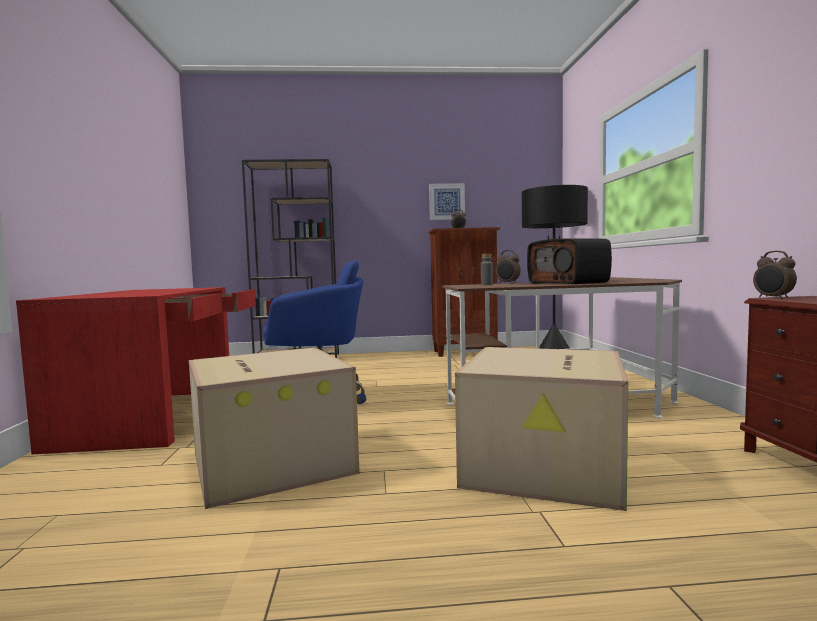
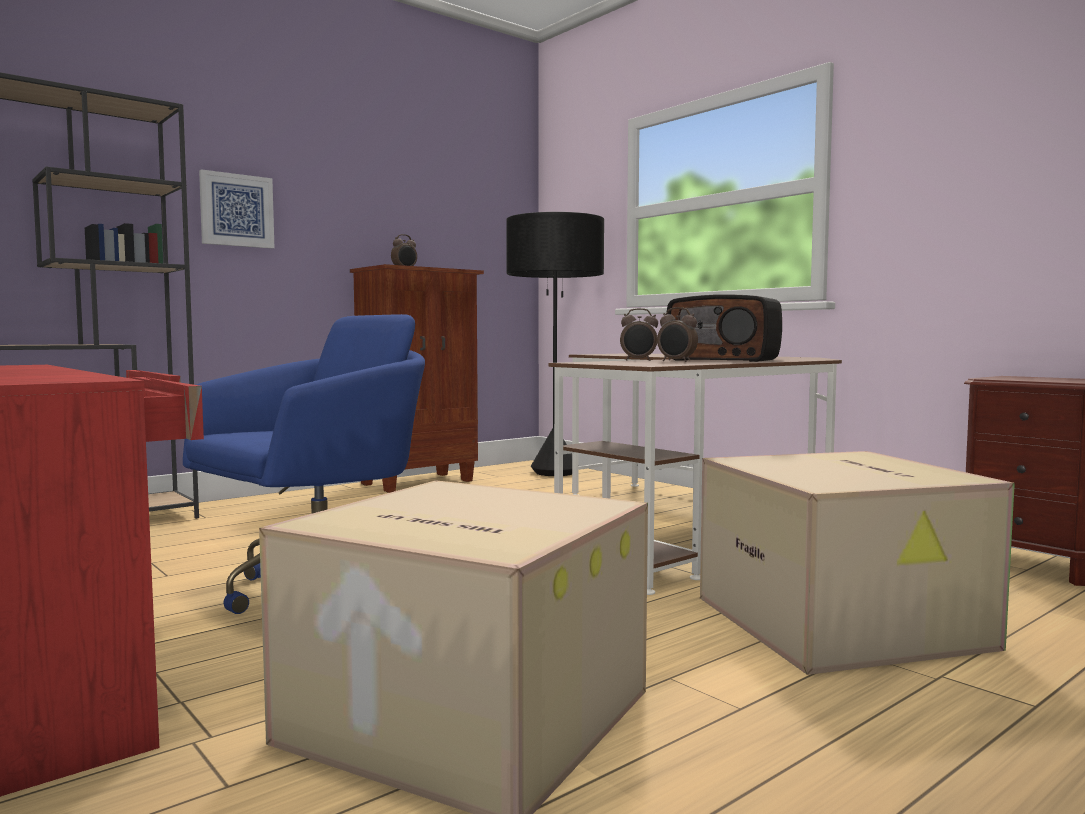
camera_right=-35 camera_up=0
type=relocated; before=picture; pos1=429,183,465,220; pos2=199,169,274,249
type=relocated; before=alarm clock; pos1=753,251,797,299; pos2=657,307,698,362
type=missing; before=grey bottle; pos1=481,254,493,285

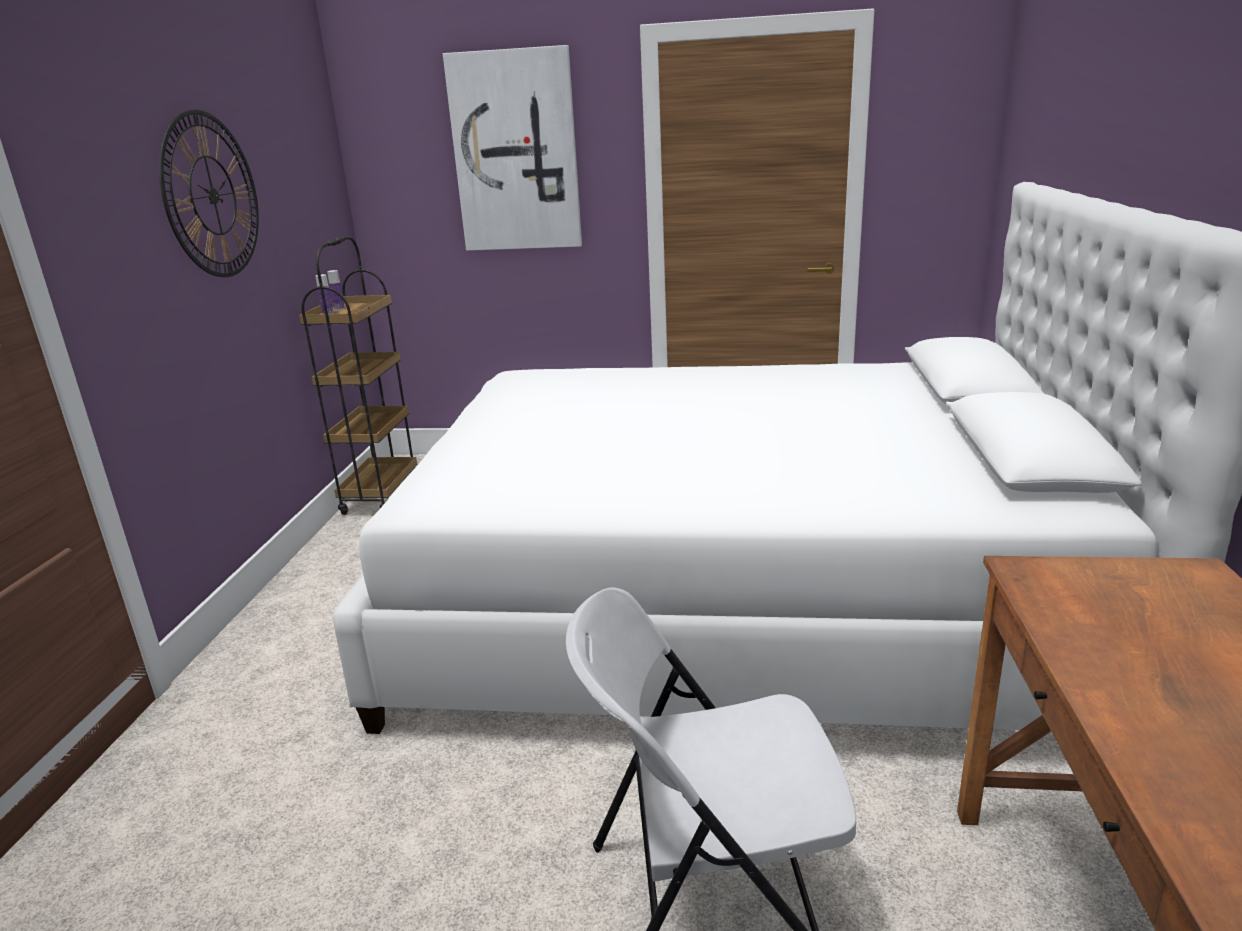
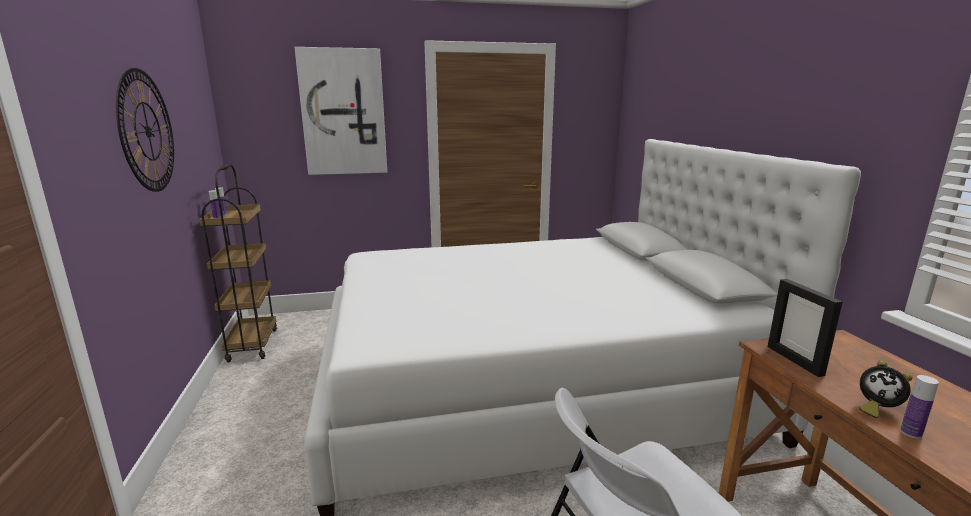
camera_right=-20 camera_up=-5
type=appeared; after=picture frame; pos2=768,279,843,377
type=appeared; after=alarm clock; pos2=859,361,912,418
type=appeared; after=bottle; pos2=900,375,939,439

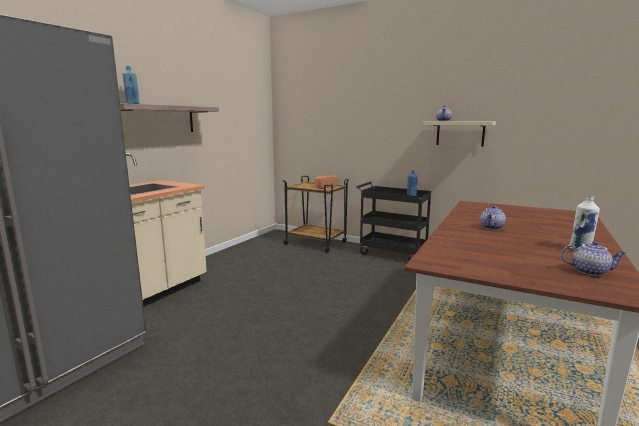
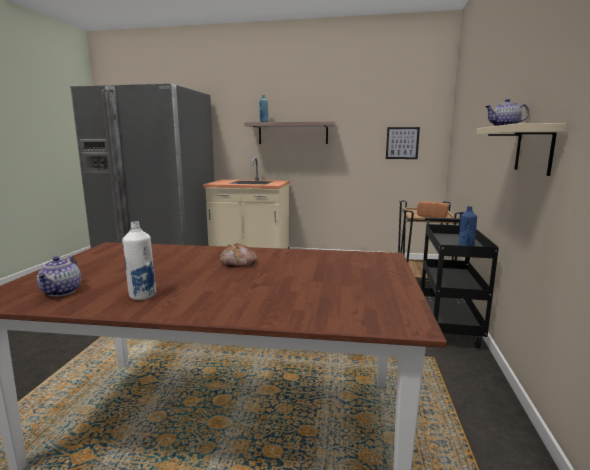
camera_right=70 camera_up=0
type=exchanged; before=teapot; after=bread; pos1=480,205,506,230; pos2=220,243,257,268
type=appeared; after=picture; pos2=386,127,420,159

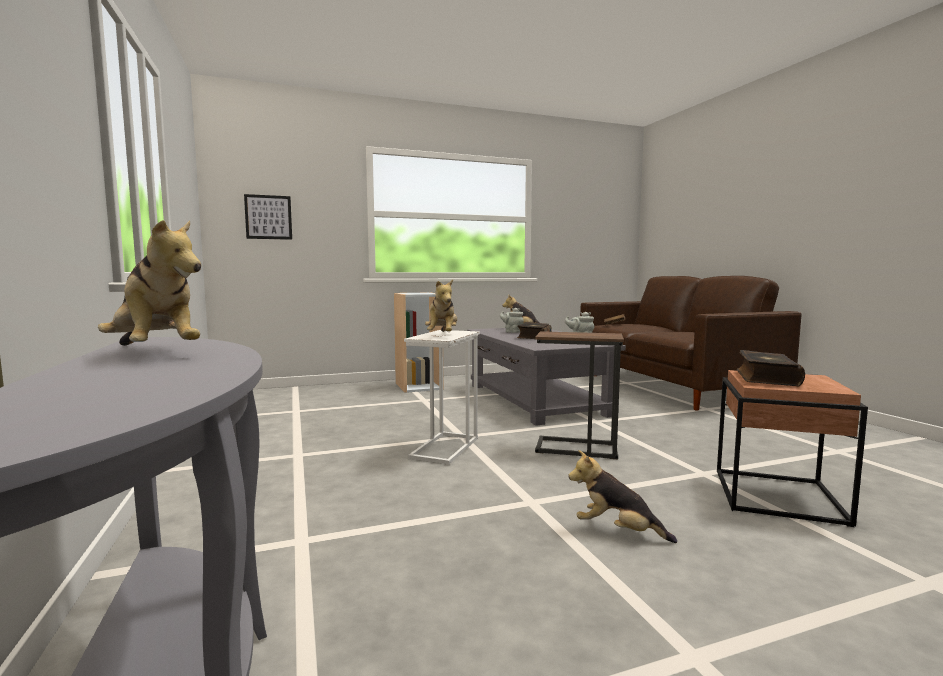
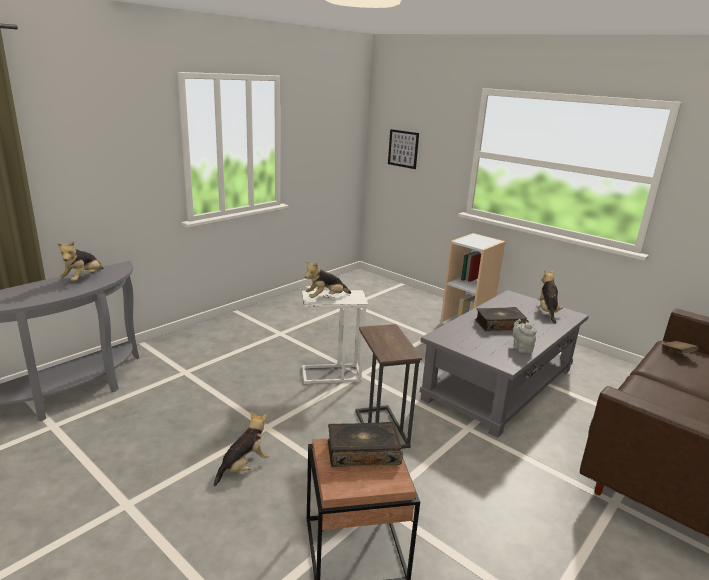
camera_right=60 camera_up=15
type=missing; before=grey teapot; pos1=500,308,524,333
type=spun; before=plush toy; pos1=568,450,677,543; pos2=214,412,269,486; turn=45

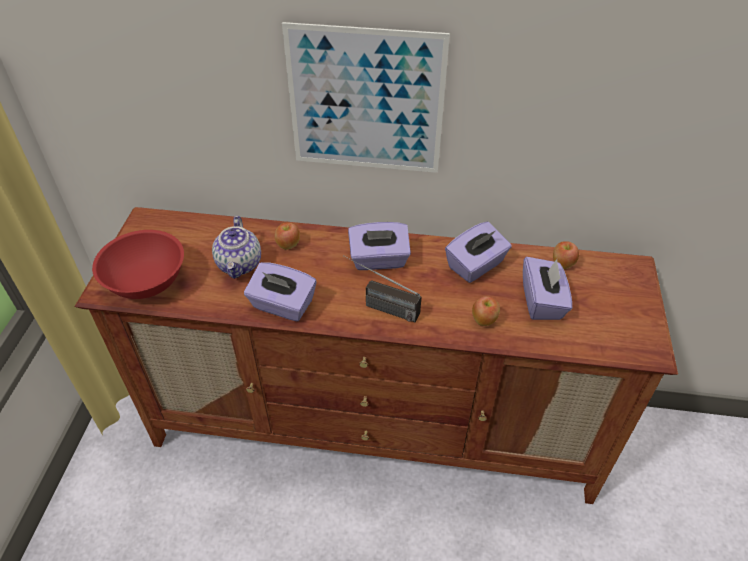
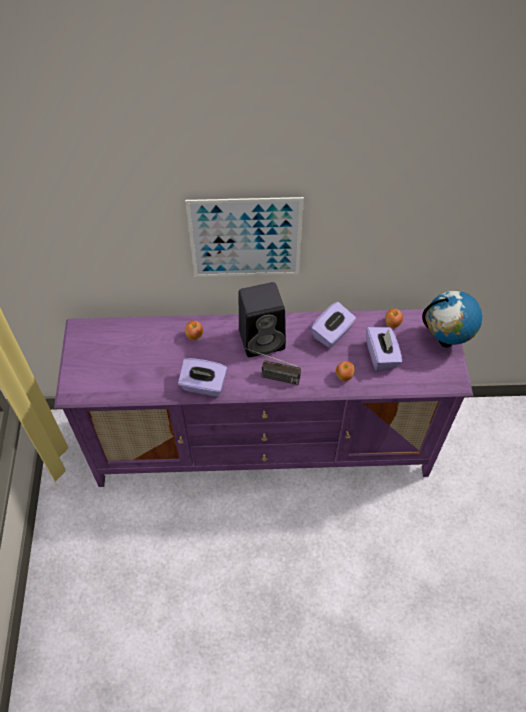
camera_right=-10 camera_up=10
type=colour; before=brown dresser; after=purple dresser; pos1=74,207,678,504; pos2=54,309,473,487
type=missing; before=teapot; pos1=212,216,261,279
type=exchanged; before=purple tissue box; after=black speaker; pos1=348,222,411,270; pos2=238,282,286,357
type=missing; before=red bowl; pos1=92,230,184,299
type=appeared; after=globe; pos2=422,291,482,347

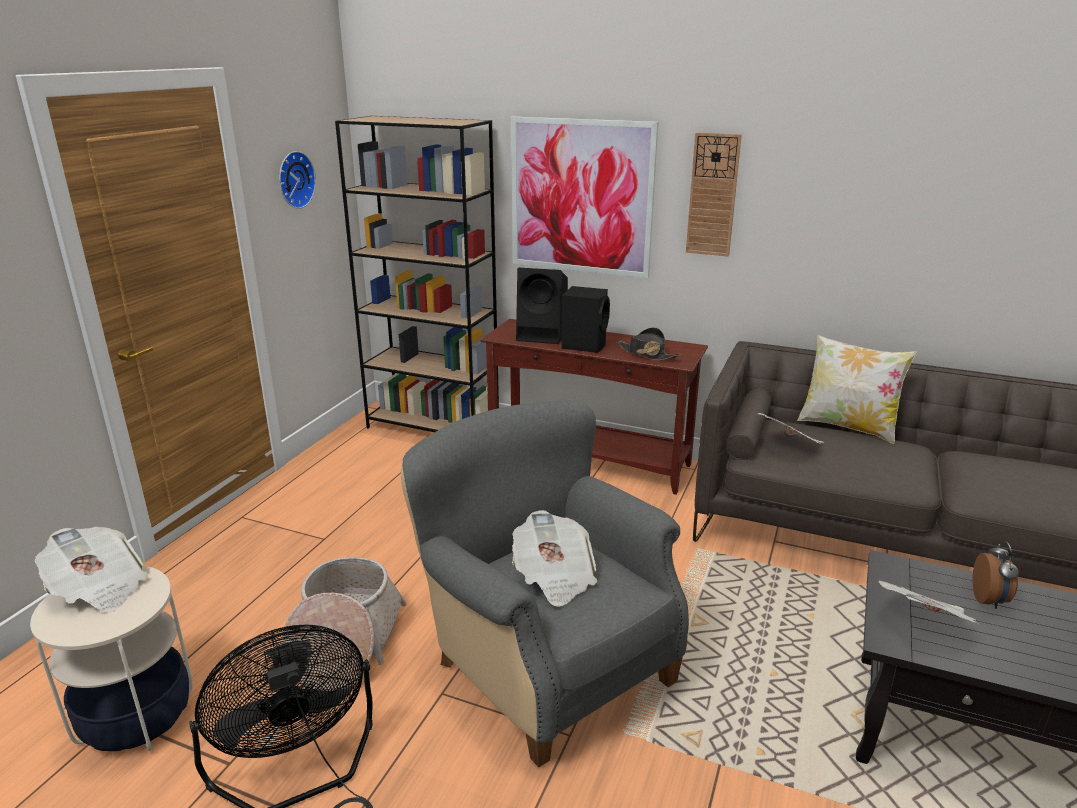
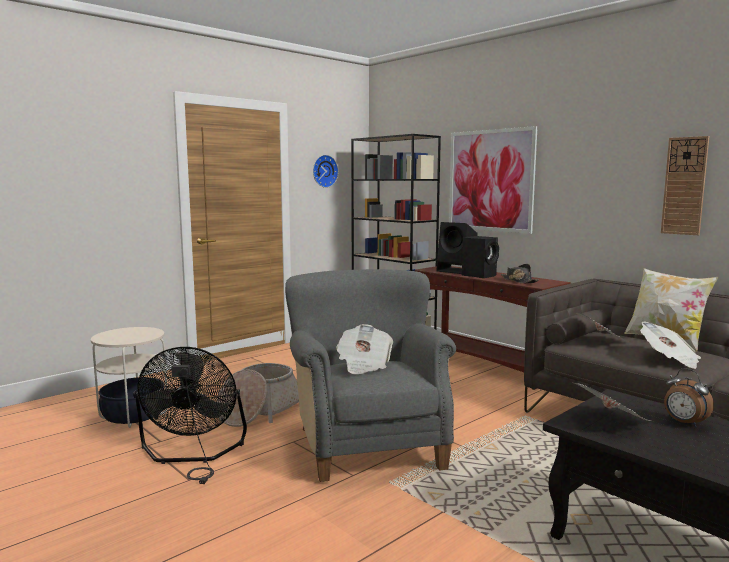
camera_right=25 camera_up=-15
type=relocated; before=wall clock; pos1=686,132,742,256; pos2=661,136,709,235
type=relocated; before=newspaper; pos1=35,527,148,613; pos2=640,322,701,369
type=spun; before=alarm clock; pos1=972,541,1019,609; pos2=664,368,714,427; turn=105

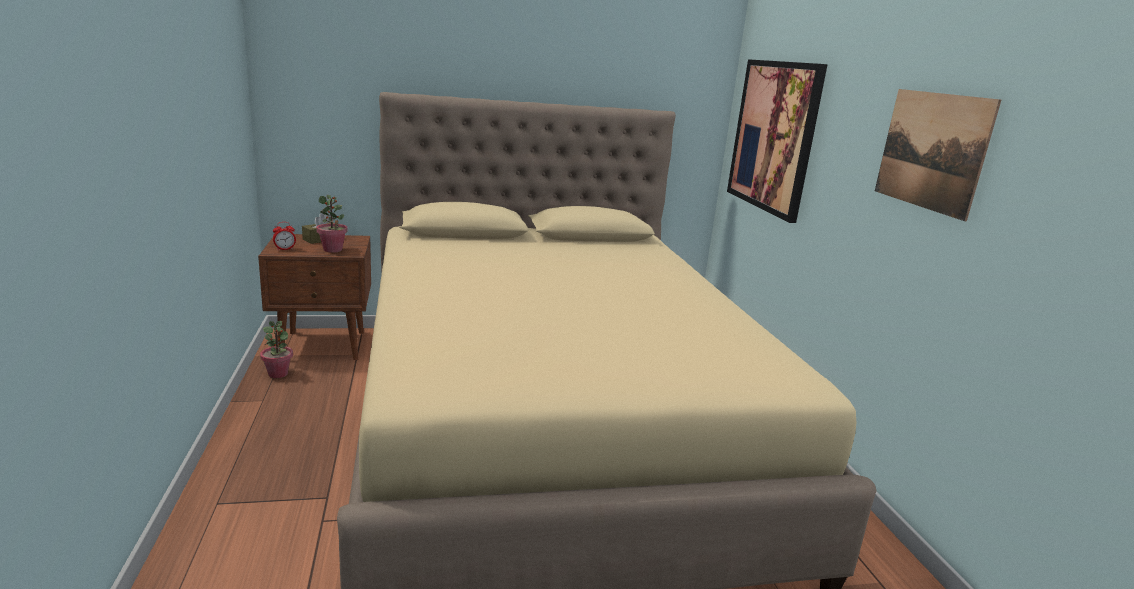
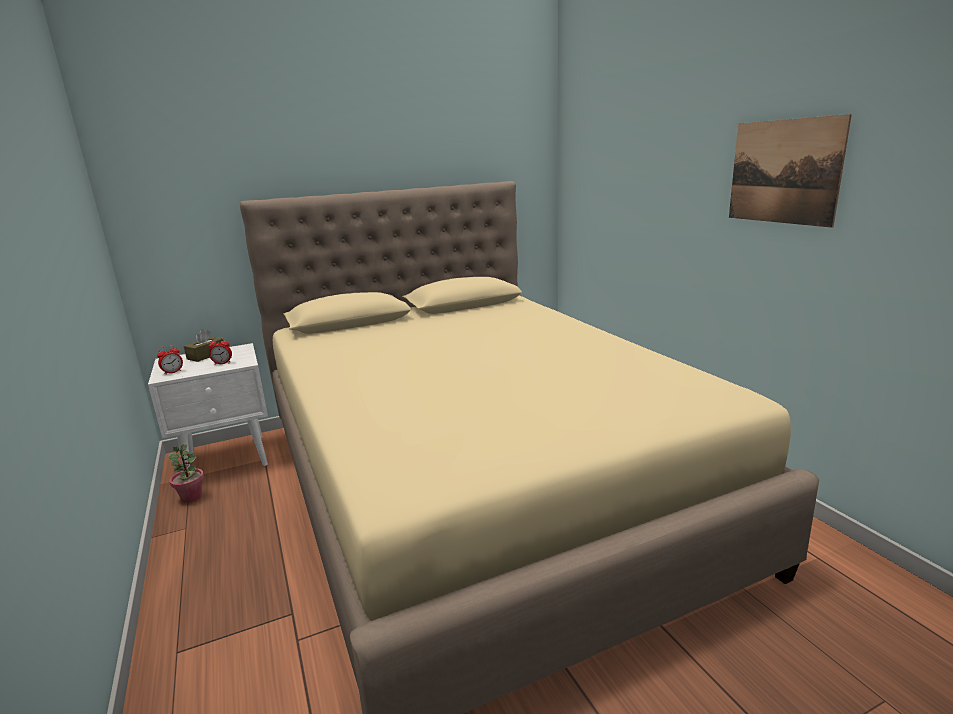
camera_right=-10 camera_up=0
type=missing; before=picture; pos1=727,59,828,223
type=exchanged; before=potted plant; after=alarm clock; pos1=316,195,348,253; pos2=208,337,232,365
type=colour; before=brown nightstand; after=white nightstand; pos1=258,234,371,360; pos2=148,343,268,469

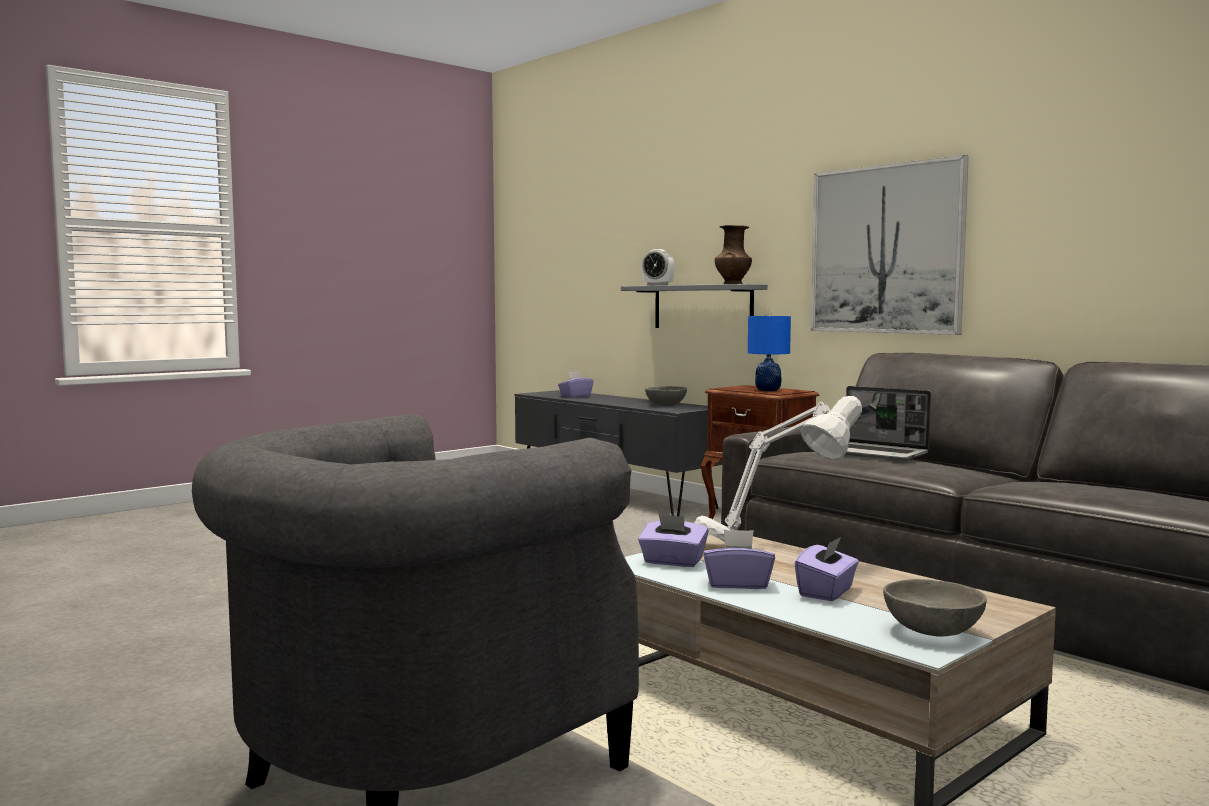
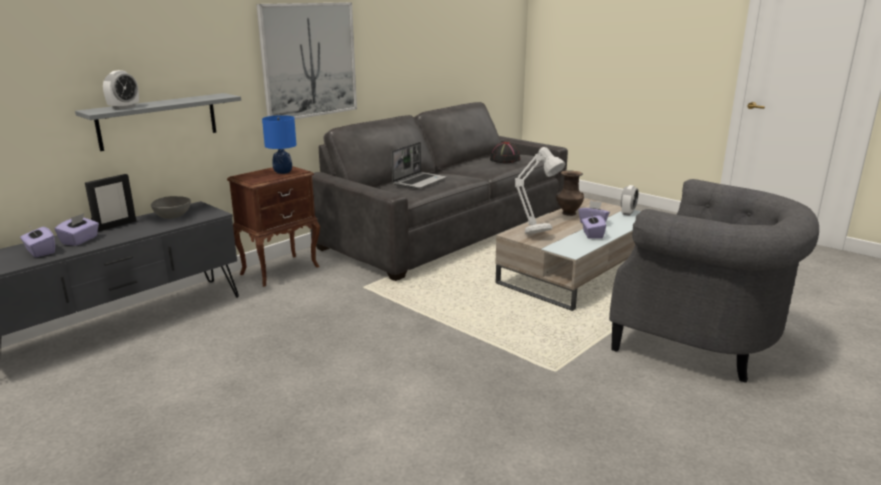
camera_right=-95 camera_up=15
type=relocated; before=brown vase; pos1=715,225,752,284; pos2=556,170,584,216
type=relocated; before=purple tissue box; pos1=638,514,709,567; pos2=55,213,99,246
type=exchanged; before=grey bowl; after=alarm clock; pos1=883,579,987,637; pos2=621,185,639,216
type=appeared; after=black hat; pos2=490,142,520,163
type=appeared; after=picture frame; pos2=85,174,136,232

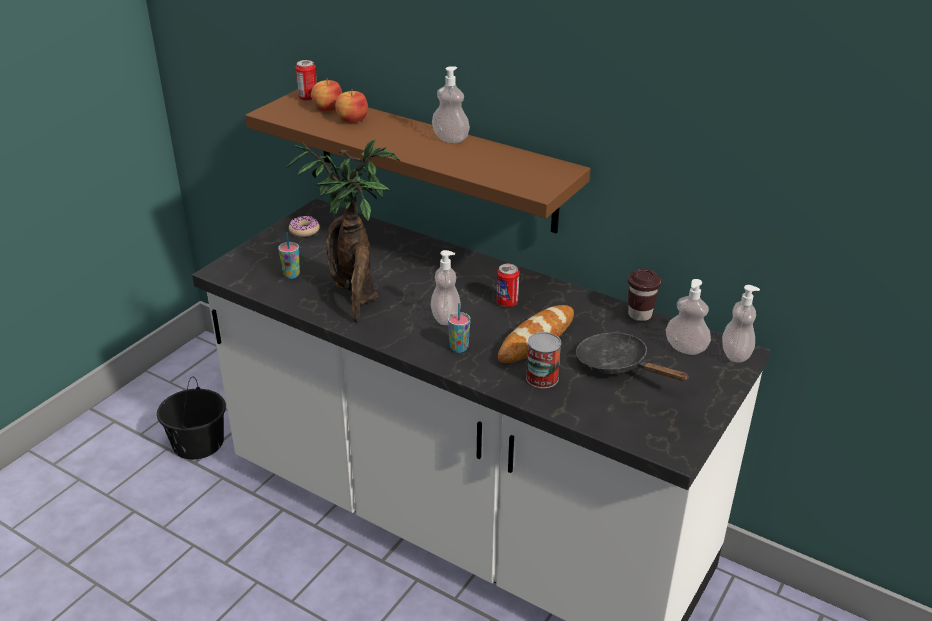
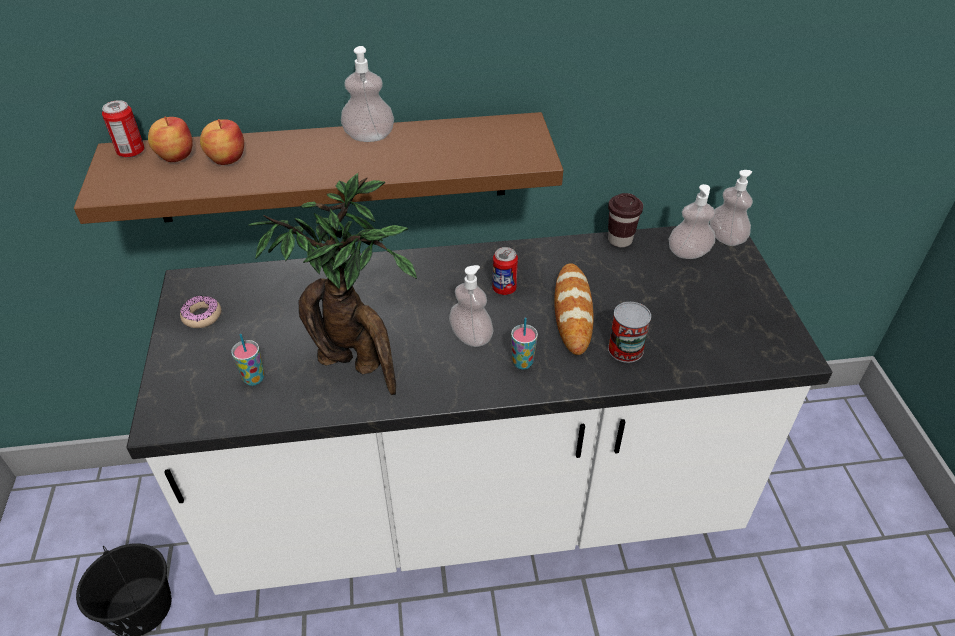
camera_right=-40 camera_up=10
type=missing; before=black frying pan; pos1=576,333,689,381

